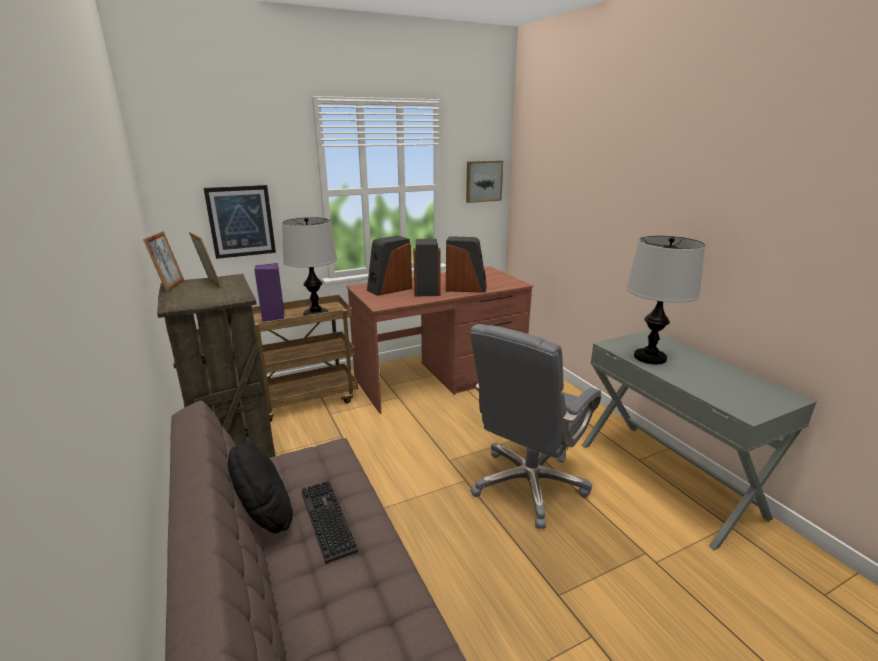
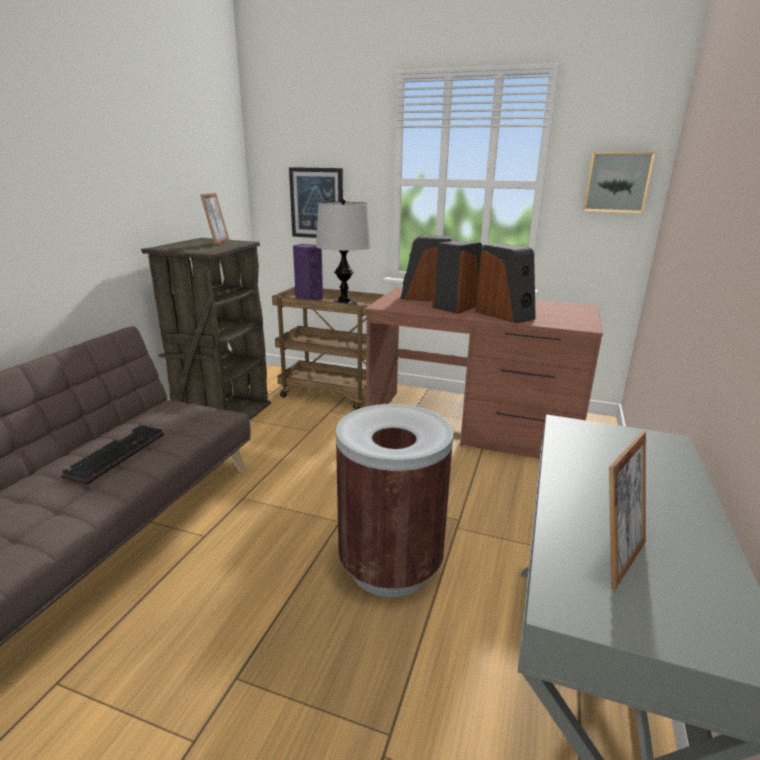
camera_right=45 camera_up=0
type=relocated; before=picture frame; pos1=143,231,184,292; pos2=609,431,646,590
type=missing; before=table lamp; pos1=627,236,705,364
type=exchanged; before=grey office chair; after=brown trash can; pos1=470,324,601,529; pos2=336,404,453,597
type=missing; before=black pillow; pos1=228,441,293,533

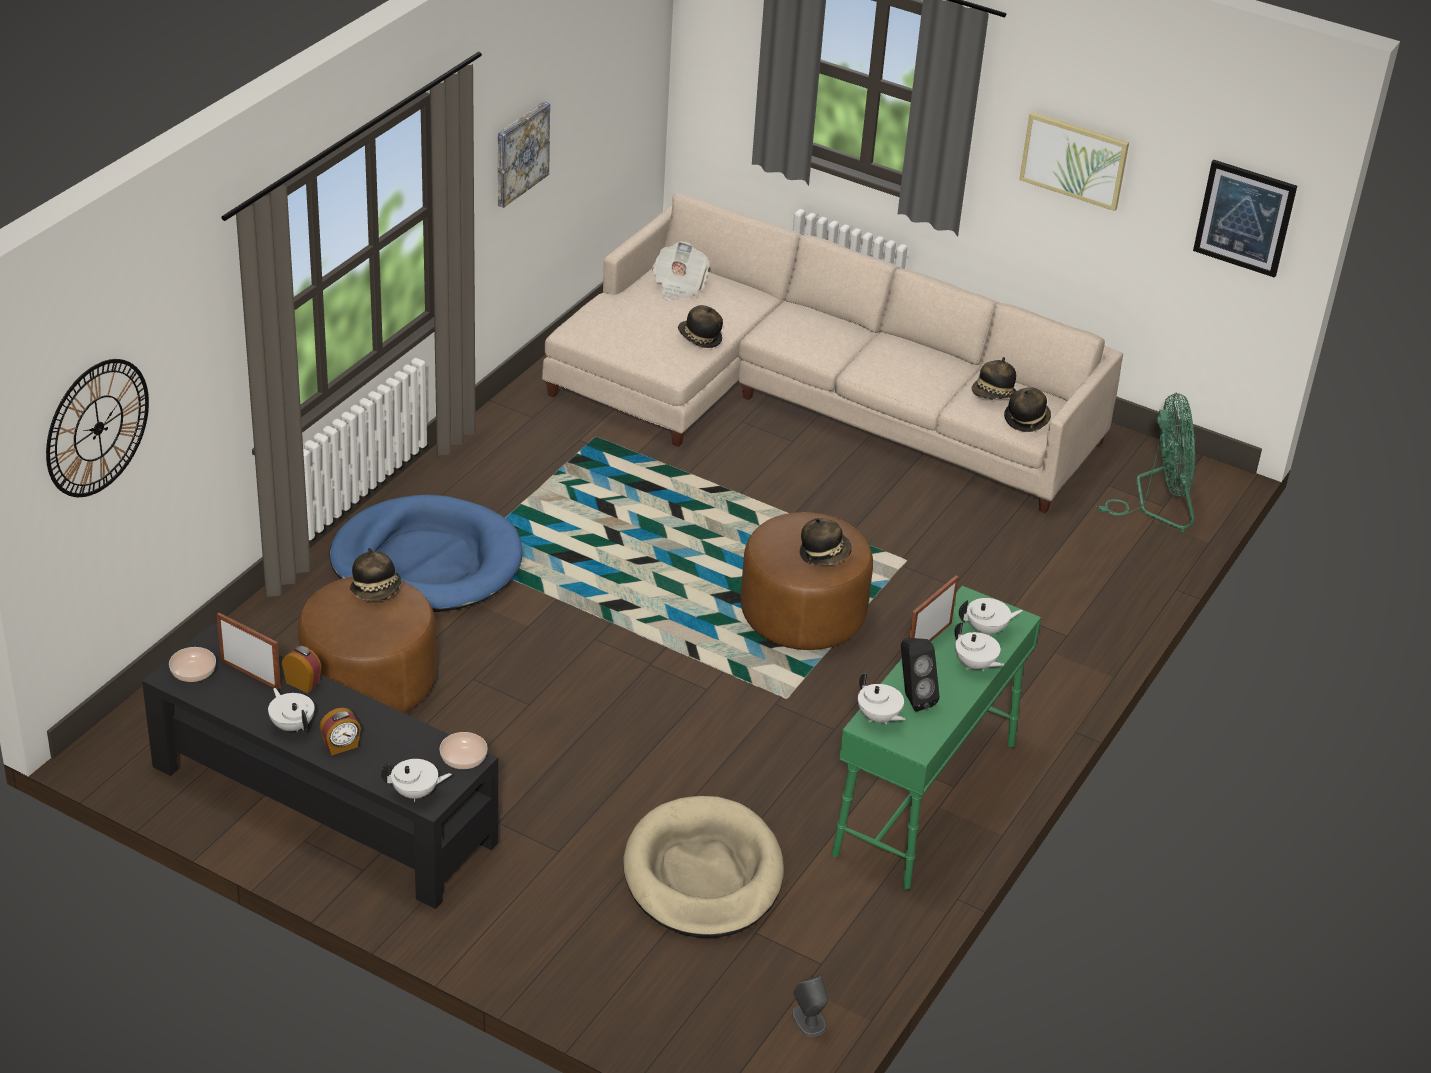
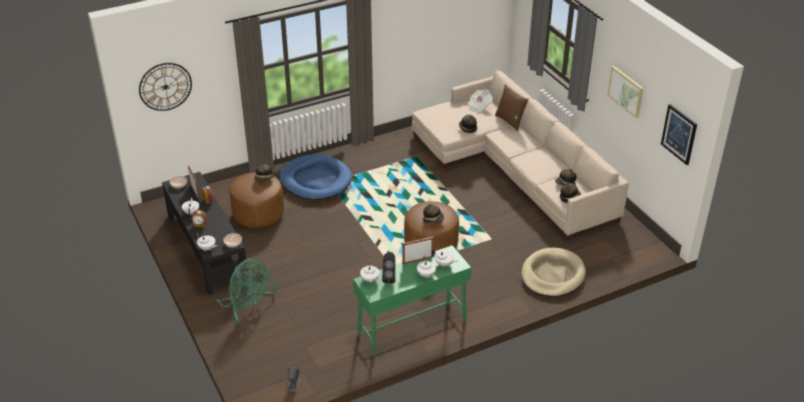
camera_right=35 camera_up=0
type=missing; before=picture; pos1=498,101,550,208
type=relocated; before=green fan; pos1=1096,393,1195,533; pos2=216,258,276,324
type=relocated; before=beige dog bed; pos1=624,796,784,938; pos2=521,247,586,297
type=appeared; after=brown pillow; pos2=495,85,528,131

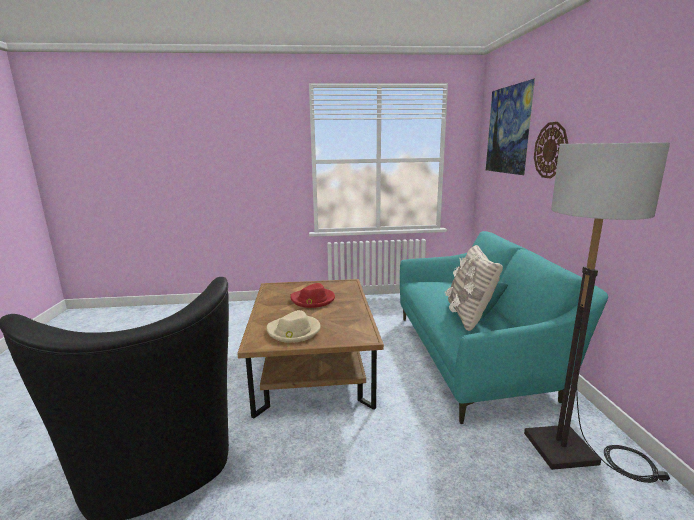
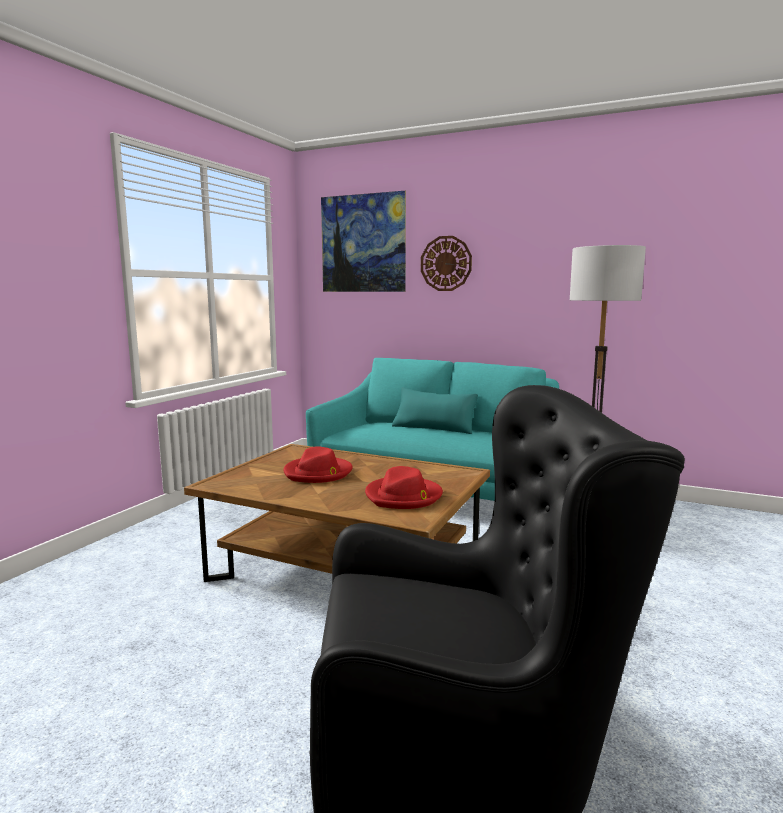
camera_right=-60 camera_up=-5
type=missing; before=beige pillow; pos1=444,245,503,331
type=colour; before=beige hat; after=red hat; pos1=267,310,321,343; pos2=365,466,443,509

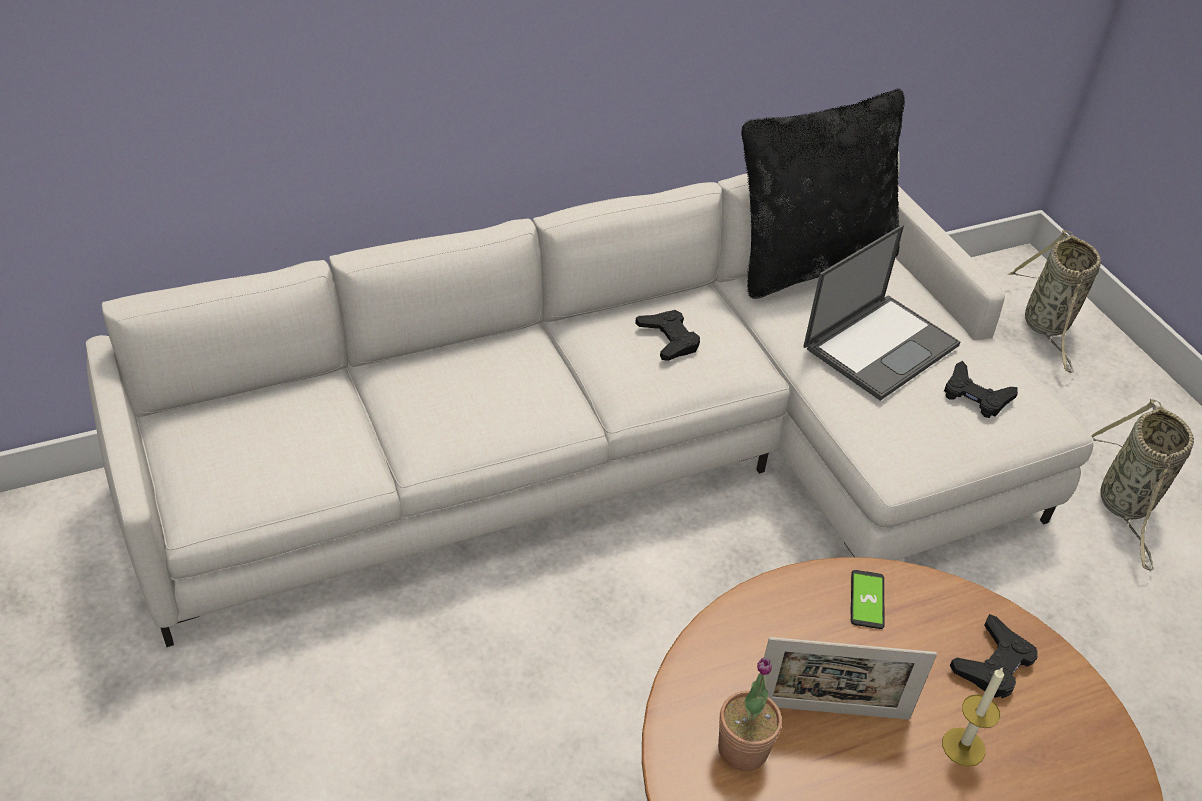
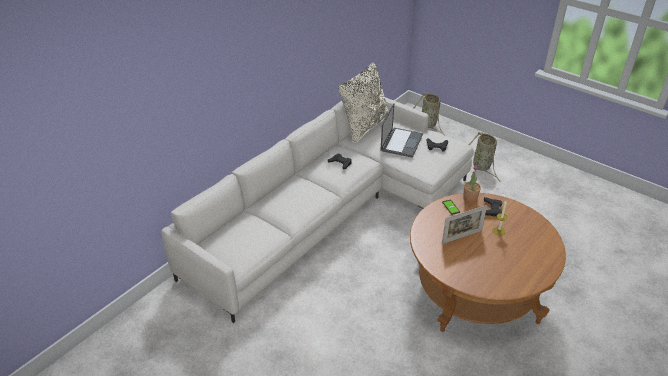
camera_right=-25 camera_up=-5
type=colour; before=black pillow; after=beige pillow; pos1=741,88,905,299; pos2=338,62,389,143
type=relocated; before=potted plant; pos1=718,658,782,771; pos2=463,165,481,203

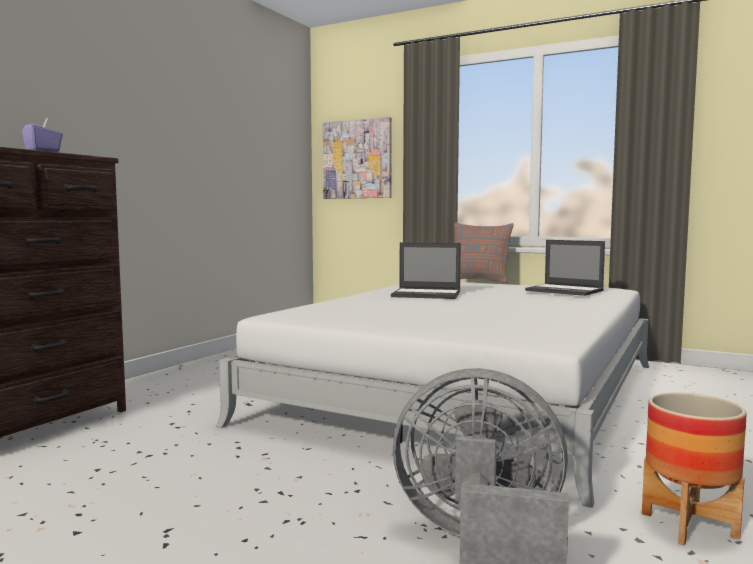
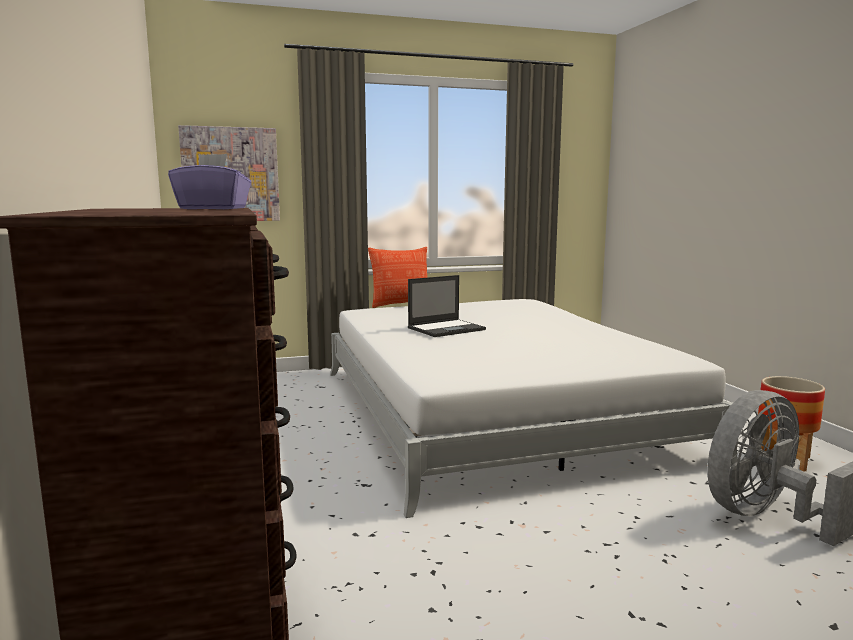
camera_right=-45 camera_up=5
type=colour; before=grey pillow; after=orange pillow; pos1=454,222,514,283; pos2=368,247,428,308
type=missing; before=laptop; pos1=525,240,605,296

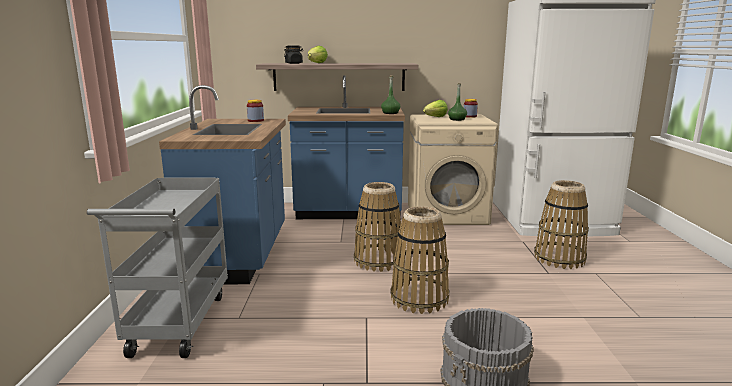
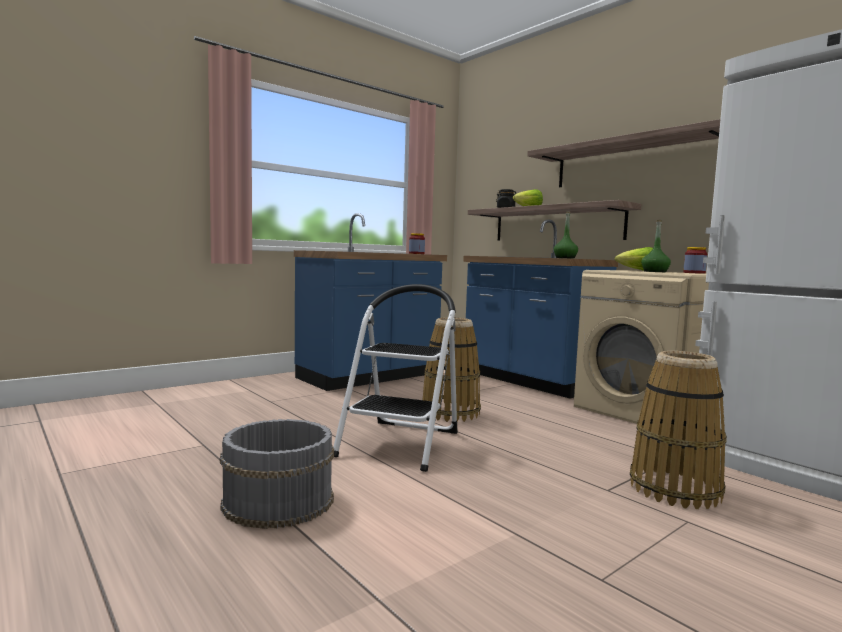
camera_right=50 camera_up=-10
type=missing; before=grey cart; pos1=87,178,228,358
type=exchanged; before=basket; after=step ladder; pos1=390,206,449,314; pos2=333,284,458,472
type=appeared; after=shelf; pos2=527,119,720,187

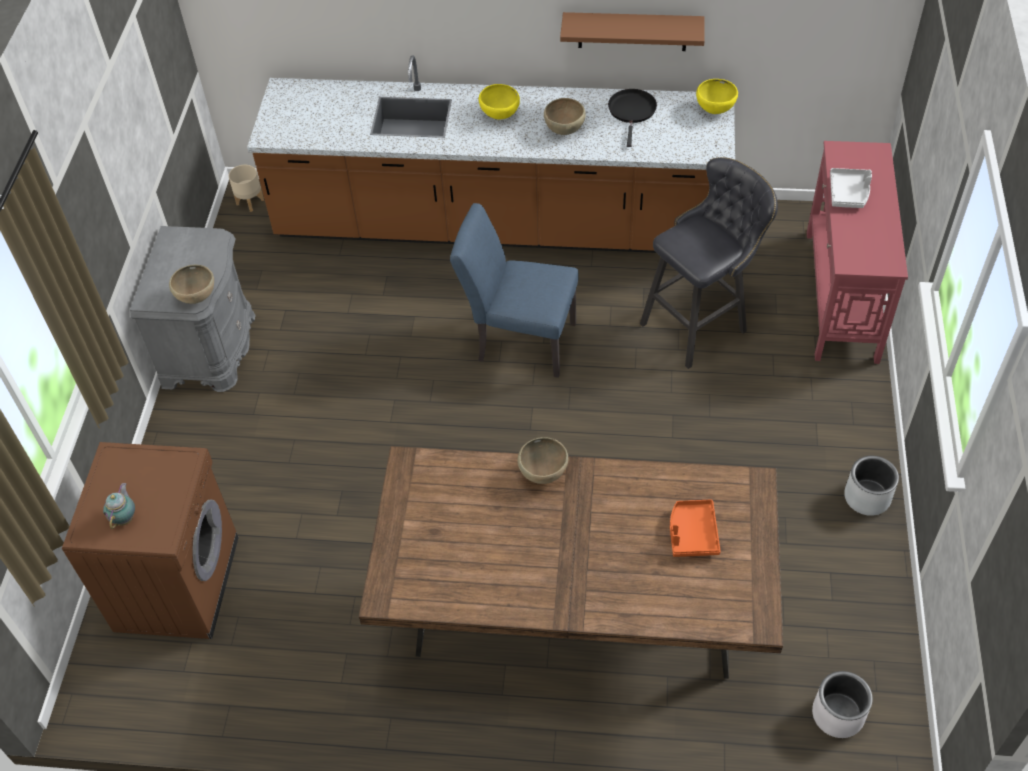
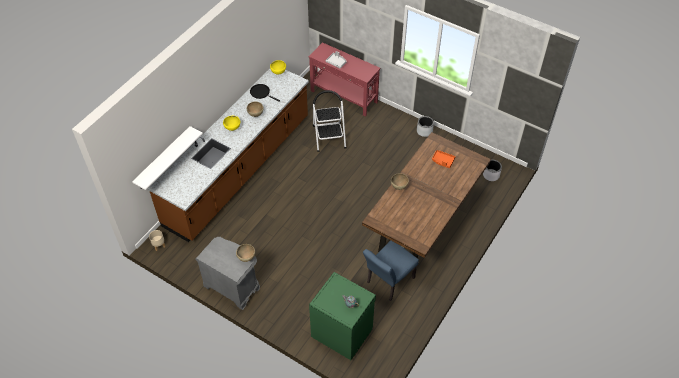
camera_right=-65 camera_up=0
type=missing; before=brown shelf; pos1=560,12,705,51
type=exchanged; before=black stool; after=step ladder; pos1=640,157,778,369; pos2=313,90,346,152
type=relocated; before=blue chair; pos1=450,203,578,378; pos2=363,240,419,301
type=colour; before=brown washing machine; after=green washing machine; pos1=62,442,239,639; pos2=309,272,376,360
type=appeared; after=white shelf; pos2=132,126,203,190

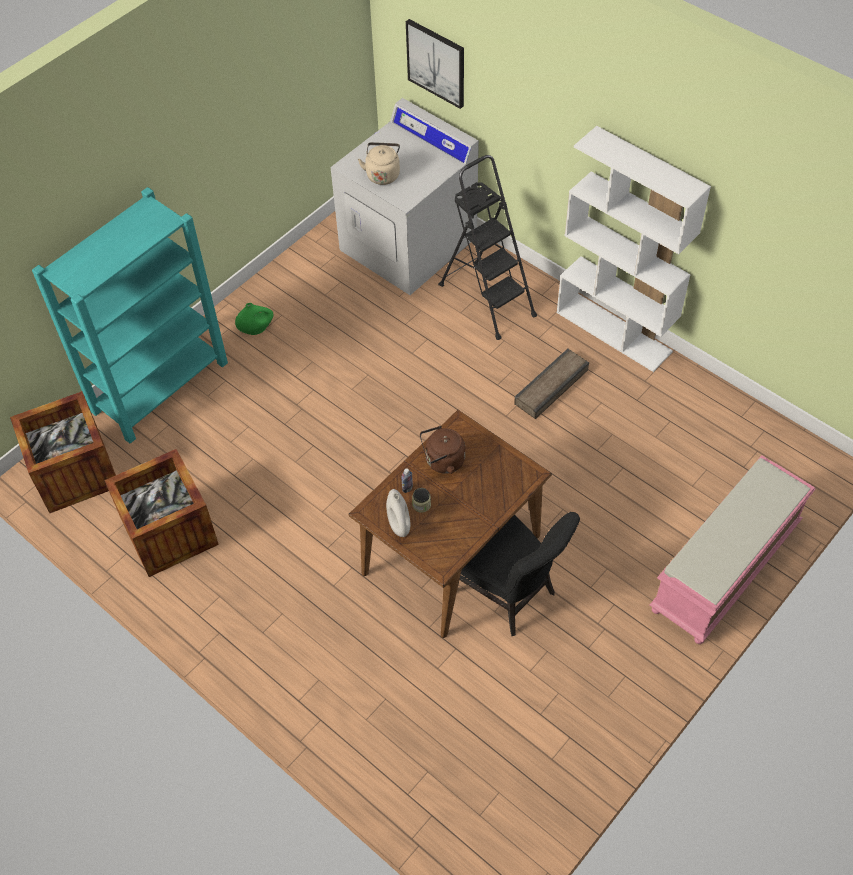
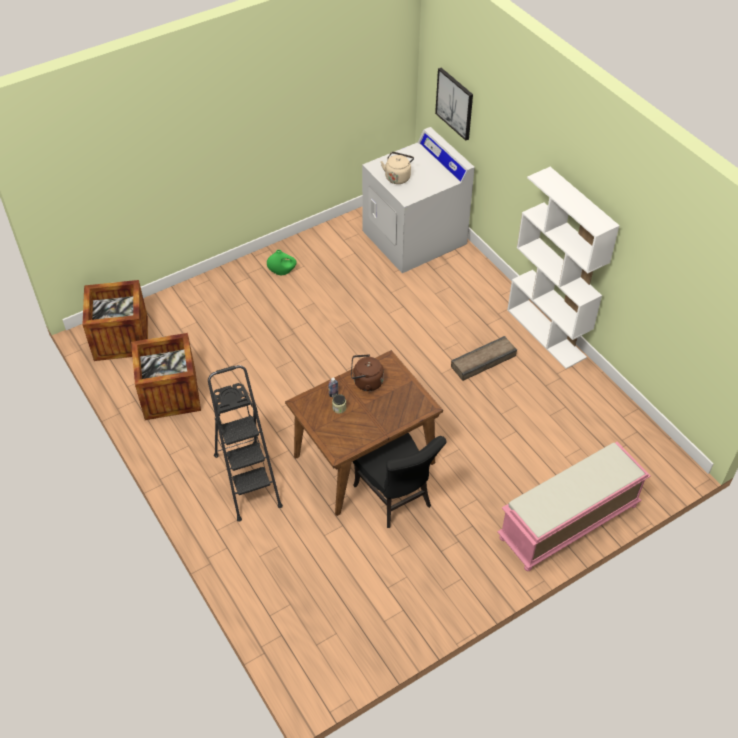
camera_right=15 camera_up=-5
type=relocated; before=step ladder; pos1=438,155,537,340; pos2=208,365,283,521
type=missing; before=turquoise bookcase; pos1=32,187,228,444
type=missing; before=white vase; pos1=386,489,411,537

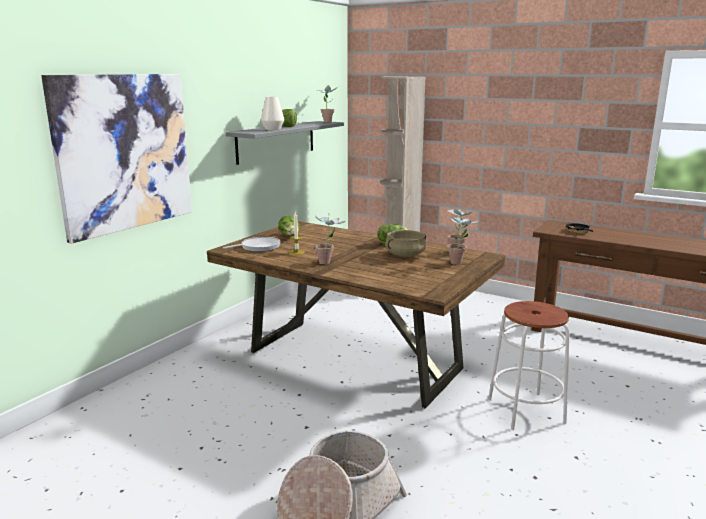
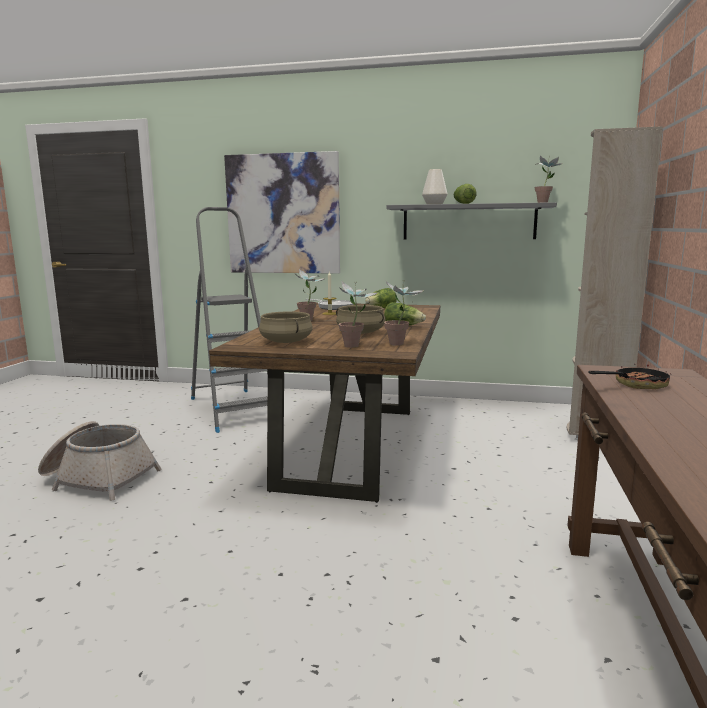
camera_right=70 camera_up=-5
type=missing; before=white stool; pos1=488,301,569,430
type=appeared; after=grey step ladder; pos2=191,207,268,433
type=appeared; after=beige cooking pot; pos2=259,311,313,343

